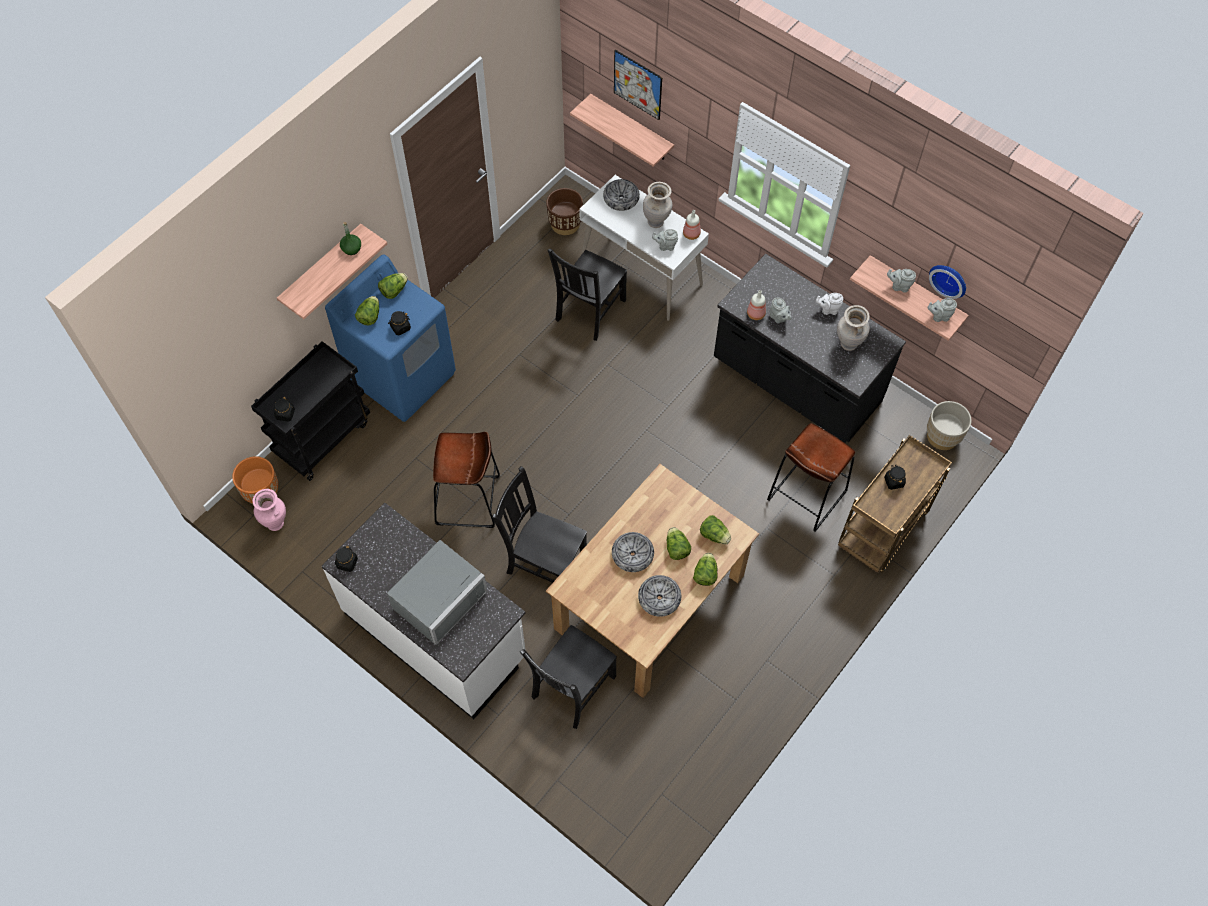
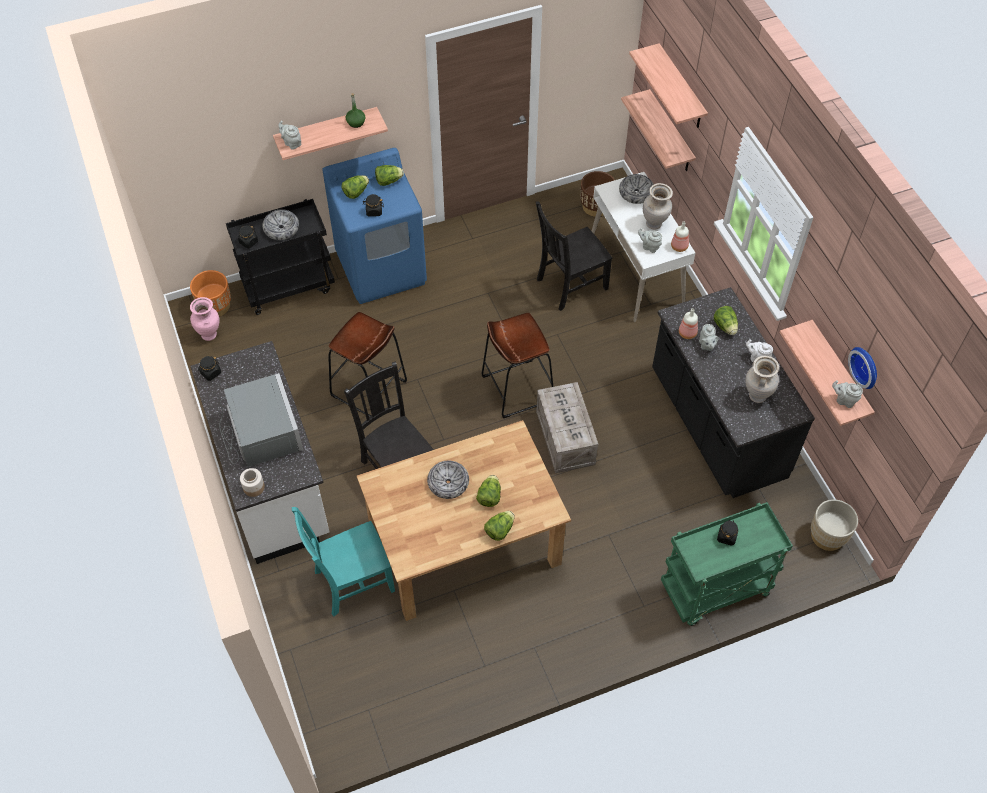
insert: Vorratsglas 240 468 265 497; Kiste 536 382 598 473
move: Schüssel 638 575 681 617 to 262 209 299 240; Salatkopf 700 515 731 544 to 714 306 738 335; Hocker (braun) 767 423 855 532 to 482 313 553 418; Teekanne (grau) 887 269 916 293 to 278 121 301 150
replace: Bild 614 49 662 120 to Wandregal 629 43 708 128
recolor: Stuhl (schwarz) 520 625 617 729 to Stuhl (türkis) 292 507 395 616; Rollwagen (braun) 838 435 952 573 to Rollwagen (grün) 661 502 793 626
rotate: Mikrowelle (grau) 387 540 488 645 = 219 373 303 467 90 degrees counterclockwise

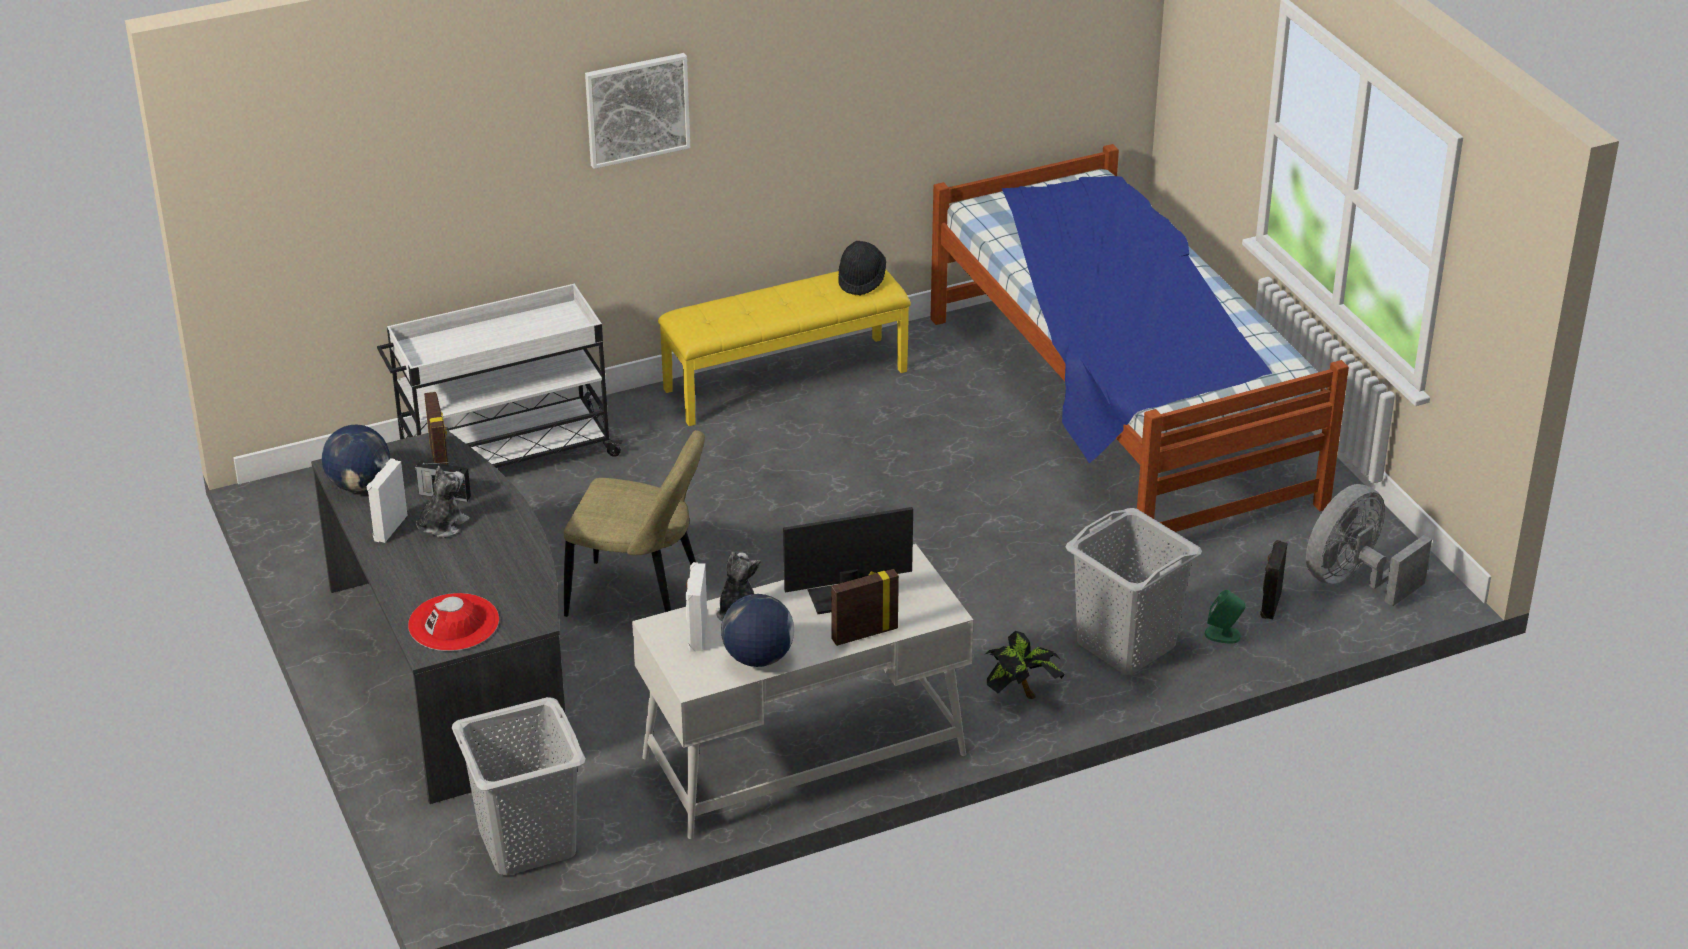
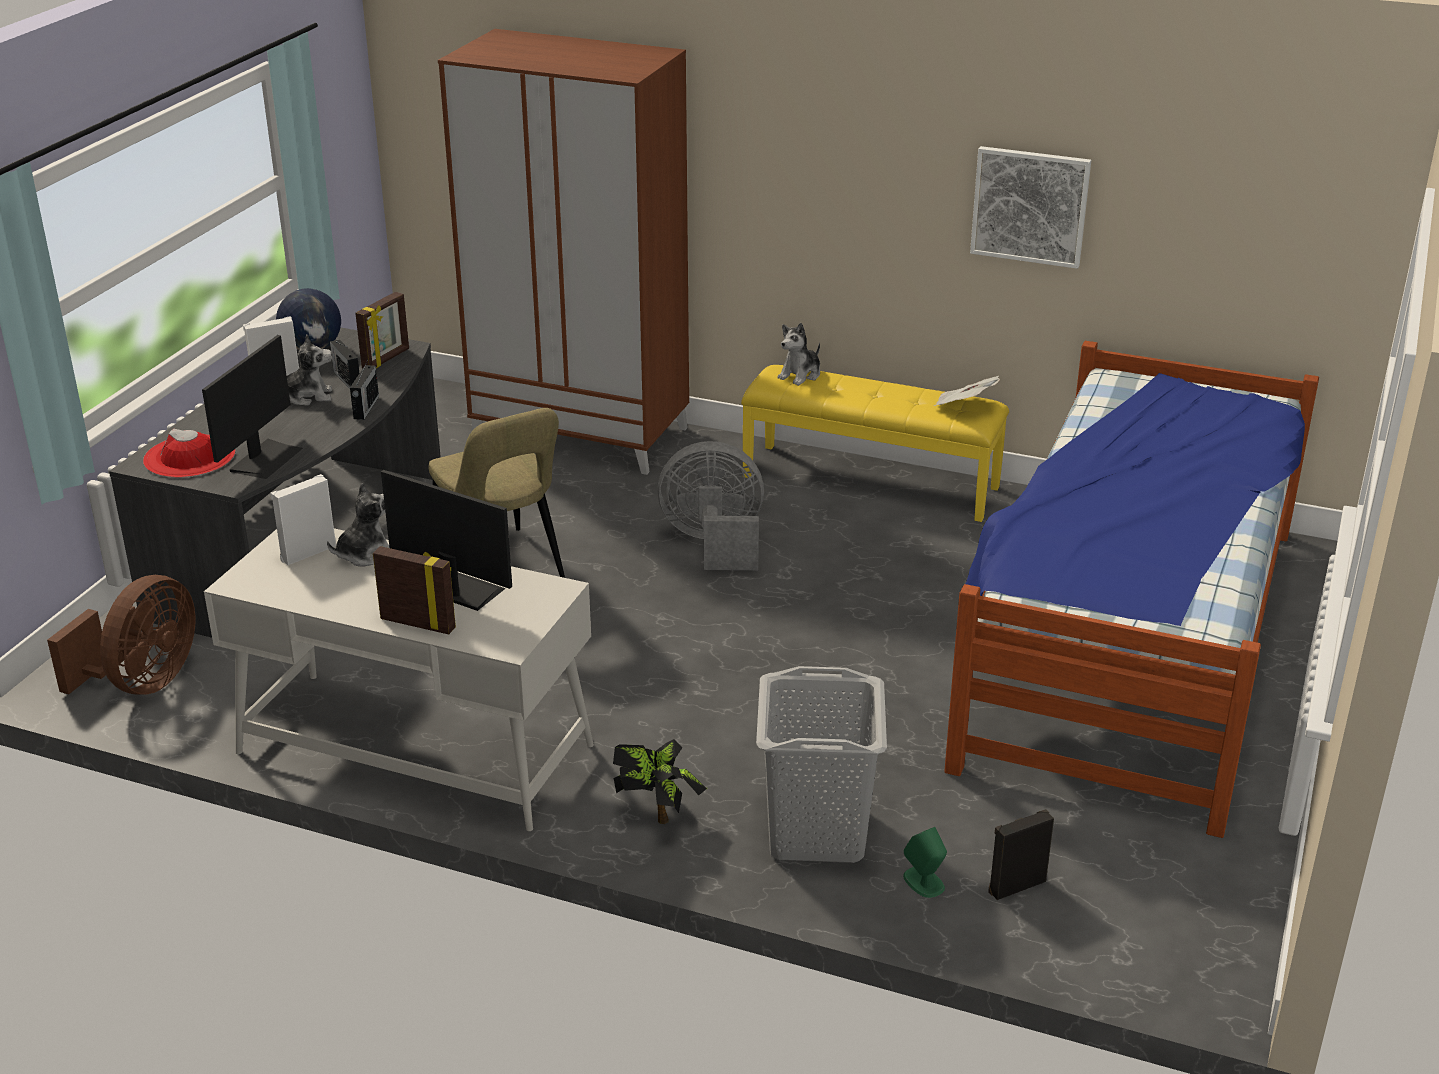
delete: Globus 721 594 794 667
insert: Monitor 202 335 303 479; Radio 350 359 379 420; Plüschtier 777 323 820 386
move: Bild 585 53 690 169 to 970 146 1091 269; Ventilator (grau) 1306 484 1432 606 to 657 441 764 570
replace: Rollwagen (weiß) 377 284 623 468 to Kleiderschrank (braun) 438 29 689 475; Wäschekorb (grau) 452 697 585 876 to Ventilator (braun) 47 575 195 695; Hut (schwarz) 838 241 886 296 to Zeitung 934 376 1000 406

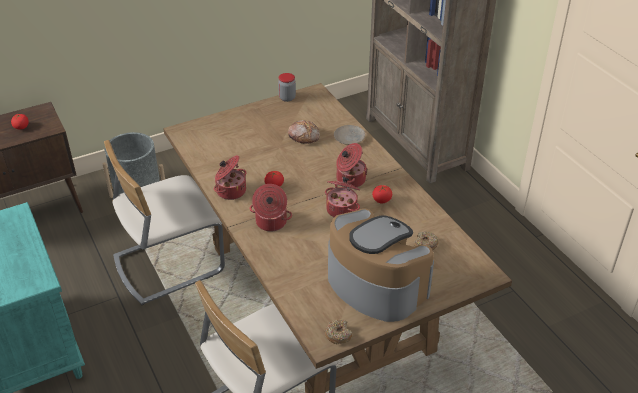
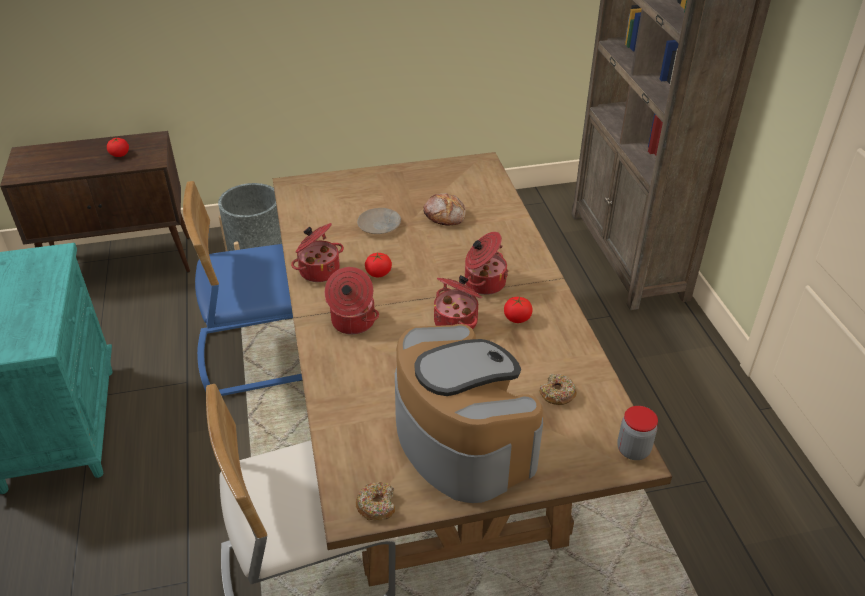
move: Vorratsglas 278 73 296 102 to 617 406 658 460; Teller (beige) 334 125 365 145 to 357 208 401 234
recolor: Stuhl (beige) 104 140 225 305 to Stuhl (blau) 183 181 302 396

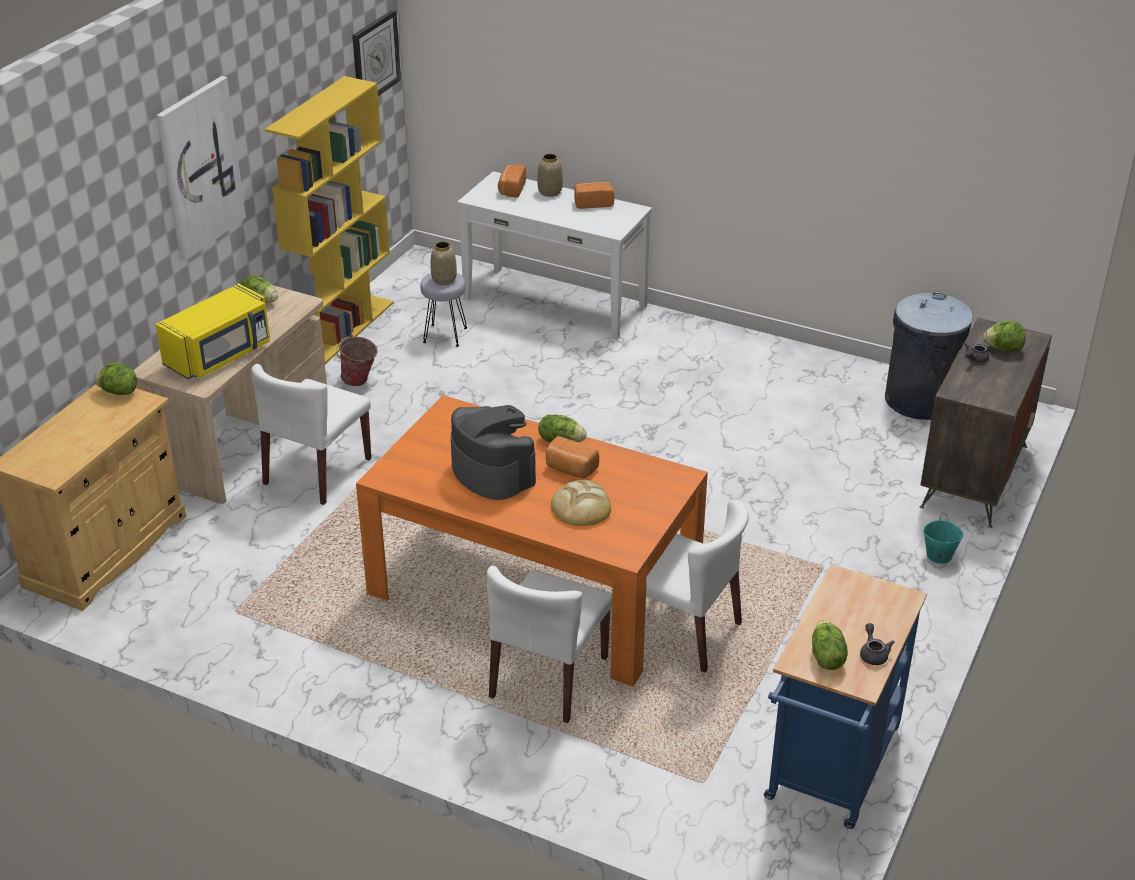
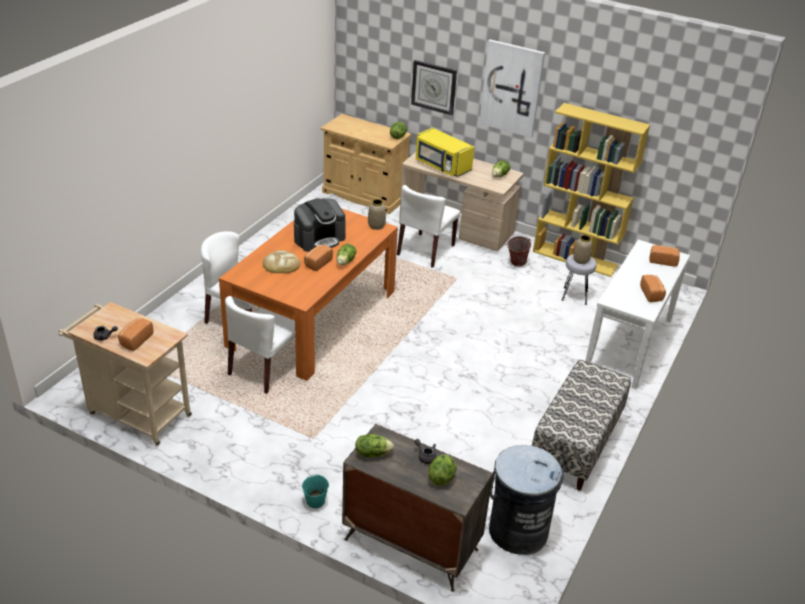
insert: Brot 118 318 153 351; Bank 532 360 631 490
move: Wanduhr 352 10 401 96 to 411 60 457 115; Vase 537 153 563 197 to 368 199 386 230; Salatkopf 812 620 848 670 to 355 434 394 457
recolor: Rollwagen (blau) 764 564 927 829 to Rollwagen (beige) 58 302 192 446
rotate: Stuhl (weiß) 251 364 371 505 = 397 185 460 268 90 degrees counterclockwise

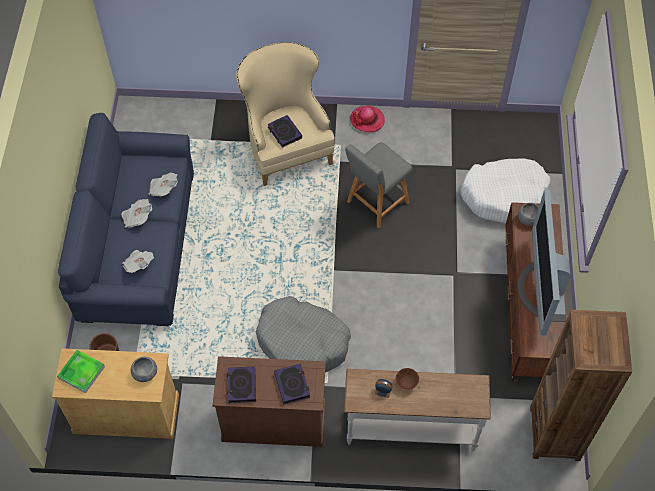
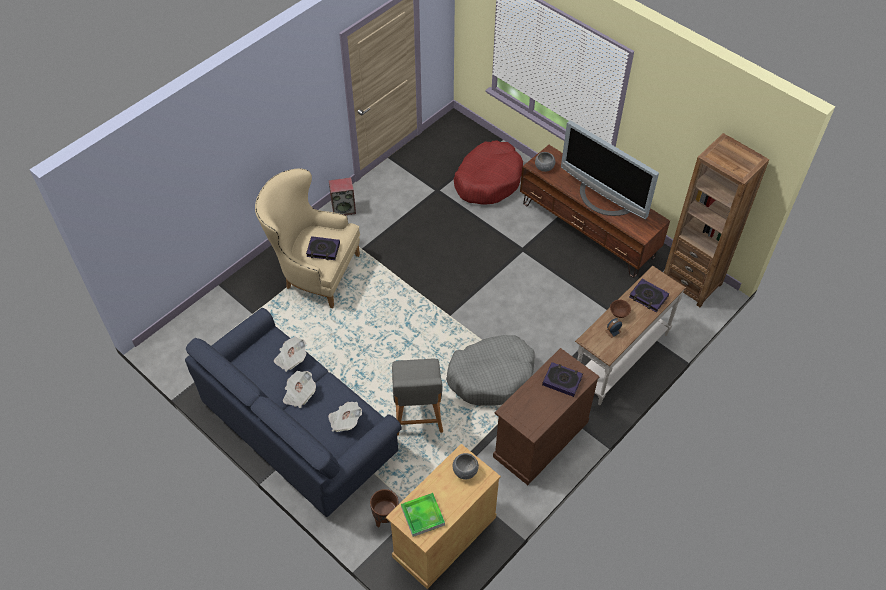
move: Buch 227 366 256 403 to 629 279 669 312; Hocker (grau) 345 142 412 228 to 392 359 443 435
replace: Hut 350 106 385 132 to Lautsprecher 329 177 356 215
recolor: Hundebett (weiß) 460 158 551 223 to Hundebett (rot) 454 140 523 205

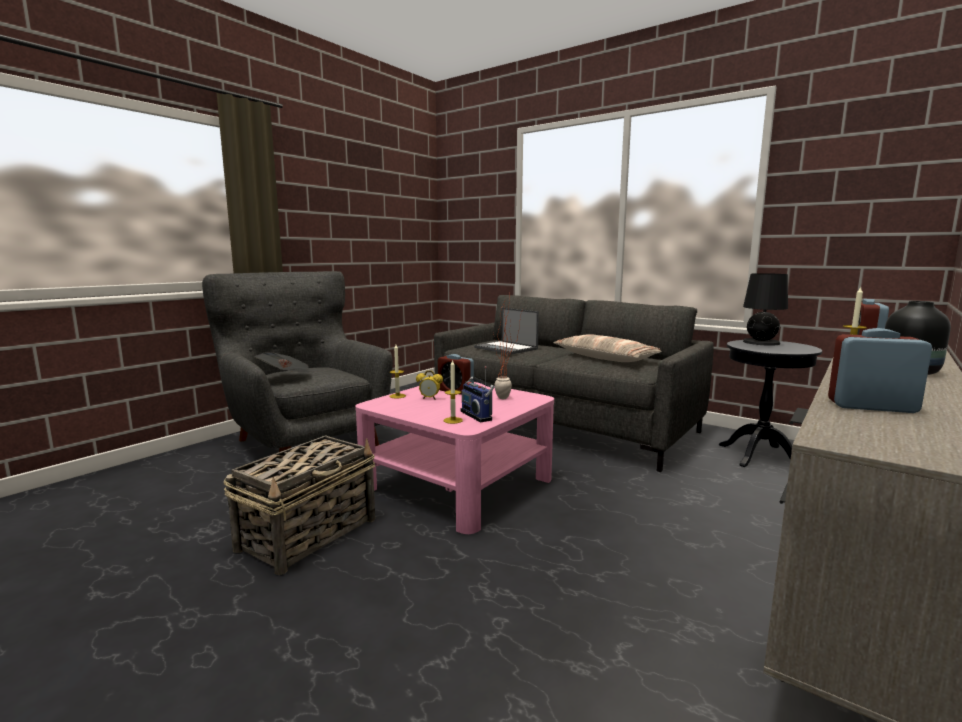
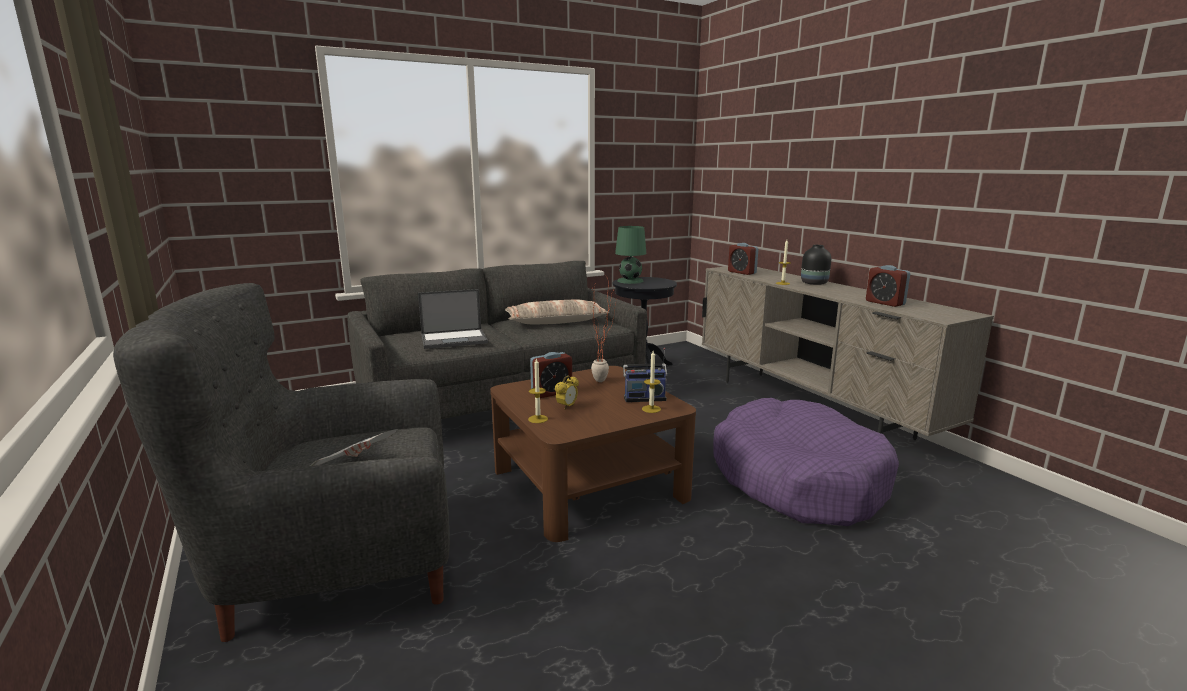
delete: Korb 224 435 375 575
insert: Hundebett (lila) 713 398 899 526
recolor: Couchtisch (rosa) 355 382 554 534 to Couchtisch (braun) 490 366 696 542; Tischlampe (schwarz) 743 273 788 346 to Tischlampe (grün) 615 226 646 284
rotate: Wecker 828 328 932 413 = 866 265 910 307 75 degrees counterclockwise

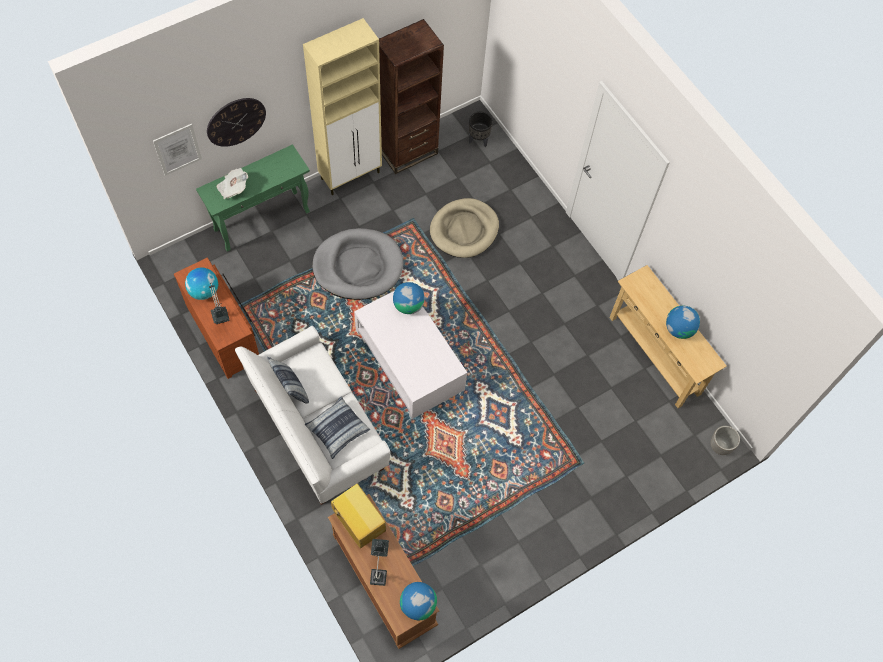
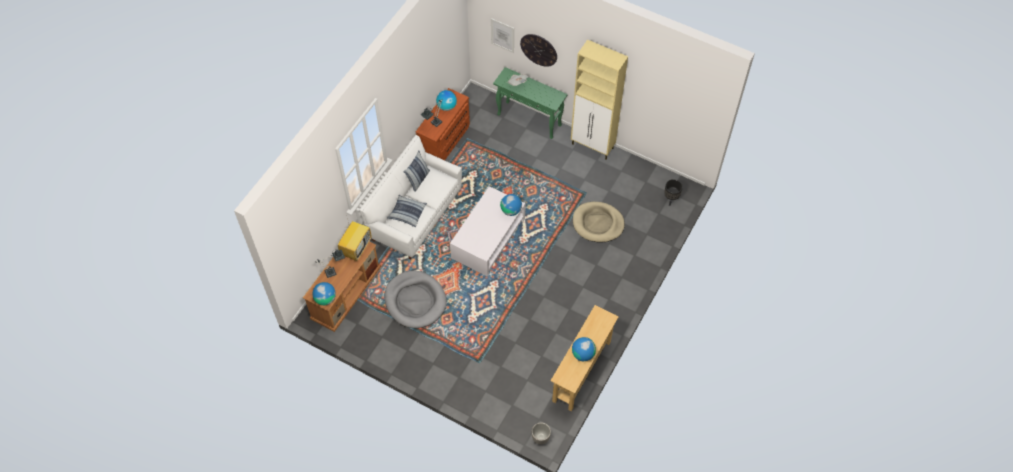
delete: Bücherregal (braun) 379 19 444 174
move: Hundebett (grau) 312 228 404 300 to 384 271 447 328

